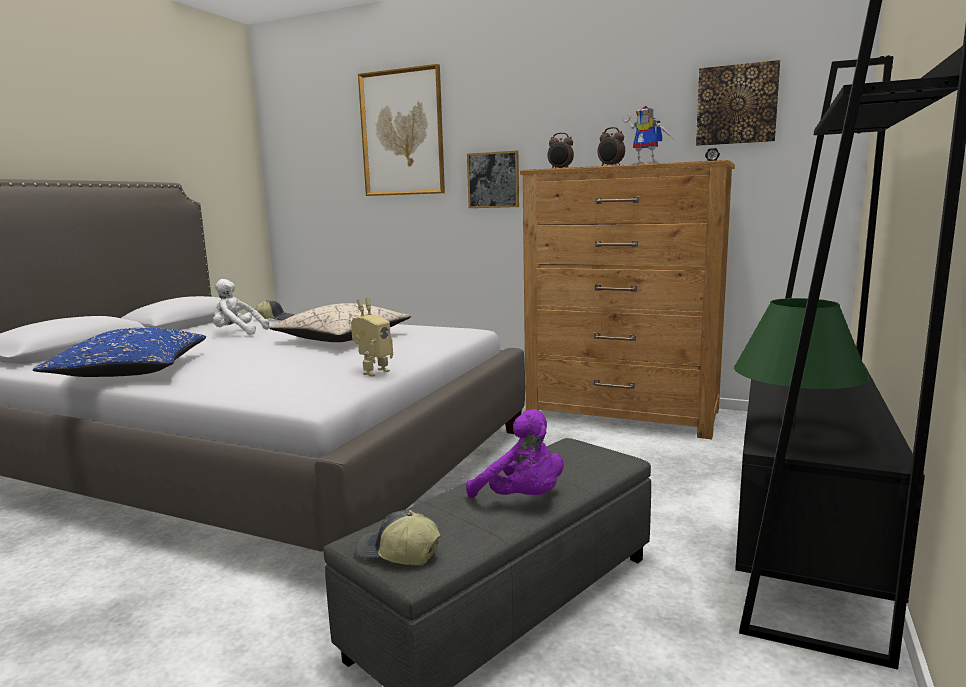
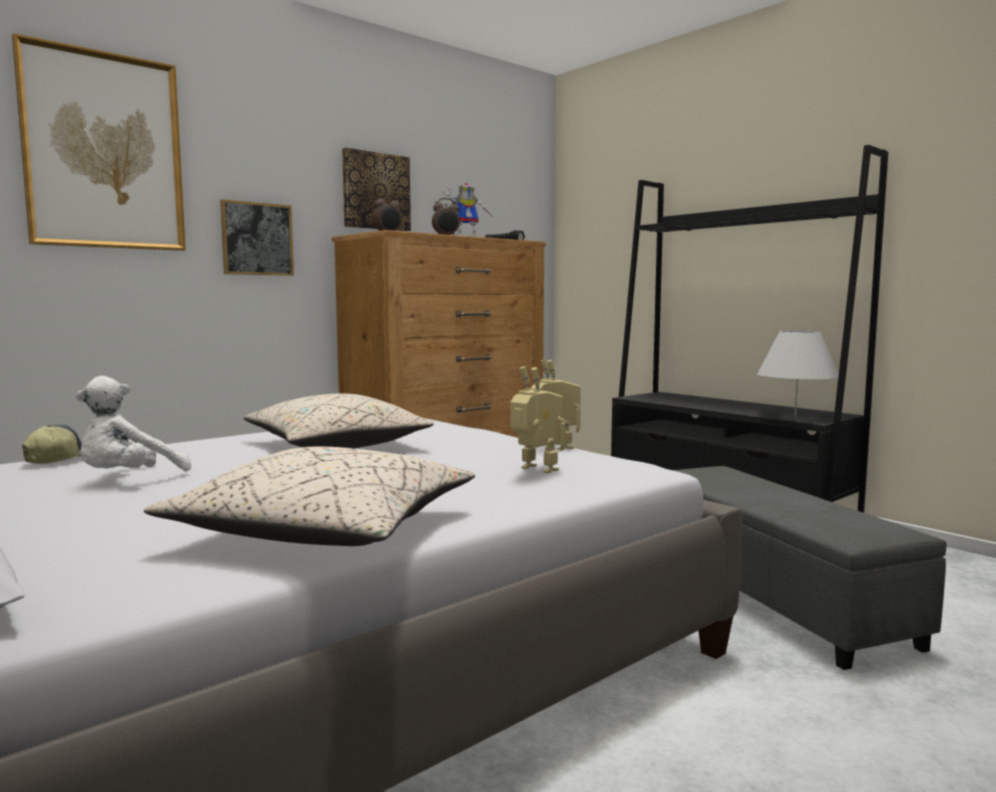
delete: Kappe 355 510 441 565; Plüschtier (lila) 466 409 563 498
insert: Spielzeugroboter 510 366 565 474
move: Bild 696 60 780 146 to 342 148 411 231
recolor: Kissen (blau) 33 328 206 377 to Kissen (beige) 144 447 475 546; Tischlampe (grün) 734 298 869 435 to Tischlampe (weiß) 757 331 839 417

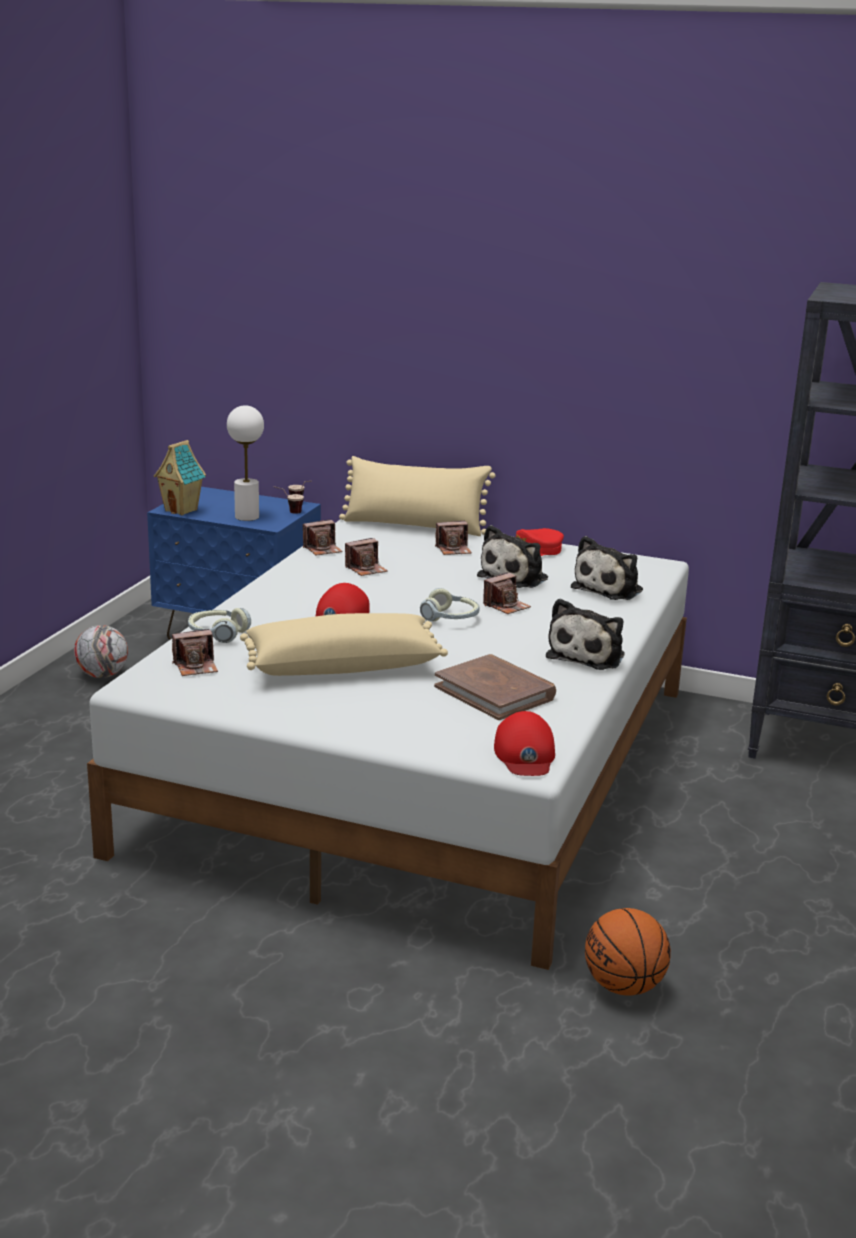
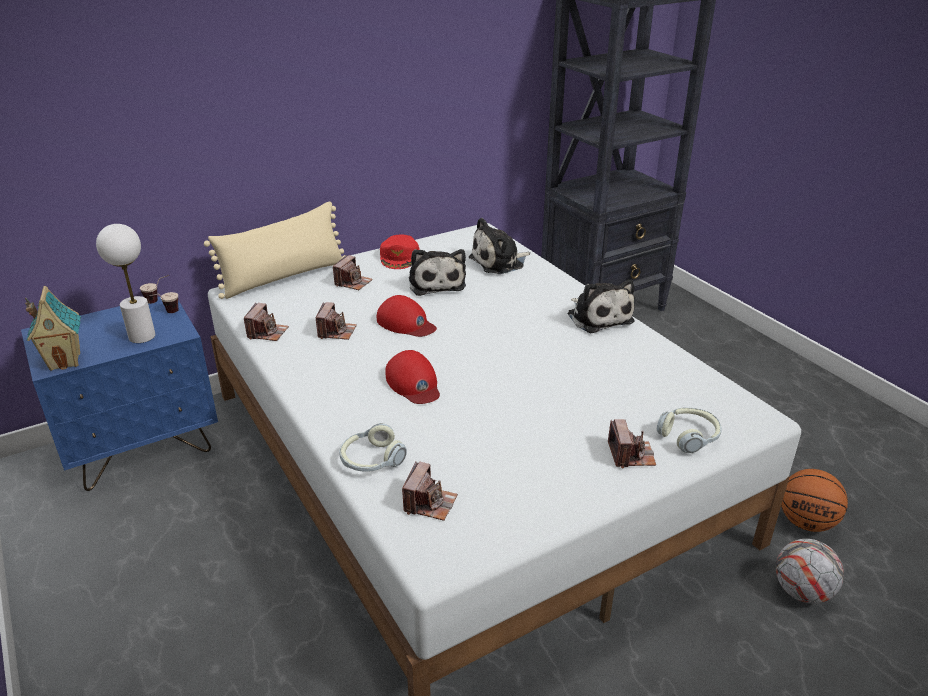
delete: Kissen (beige) 240 613 448 676; Buch (braun) 434 654 556 720
move: Fußball 74 625 128 678 to 776 539 844 604; Kopfhörer 420 588 480 621 to 657 408 722 453; Kamera 483 572 531 614 to 608 419 656 468; Kappe (rot) 494 711 555 776 to 377 295 437 337
rotate: Plüschtier 571 536 643 600 = 469 218 530 274 75 degrees clockwise

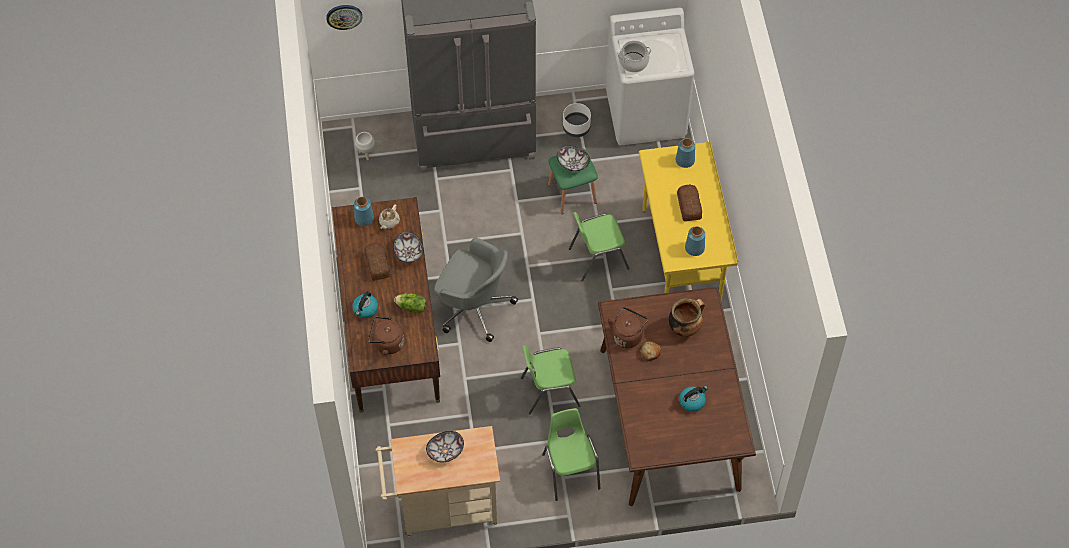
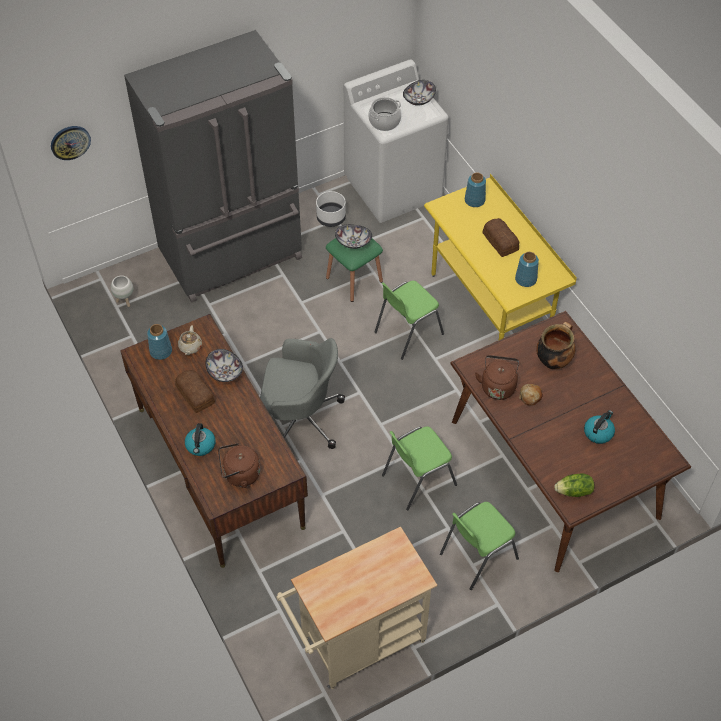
move: Salatkopf 394 293 426 313 to 554 473 595 497; Schüssel 426 431 464 462 to 403 80 436 106
rotate: Stuhl (grün) 542 408 601 501 = 440 502 519 590 90 degrees counterclockwise

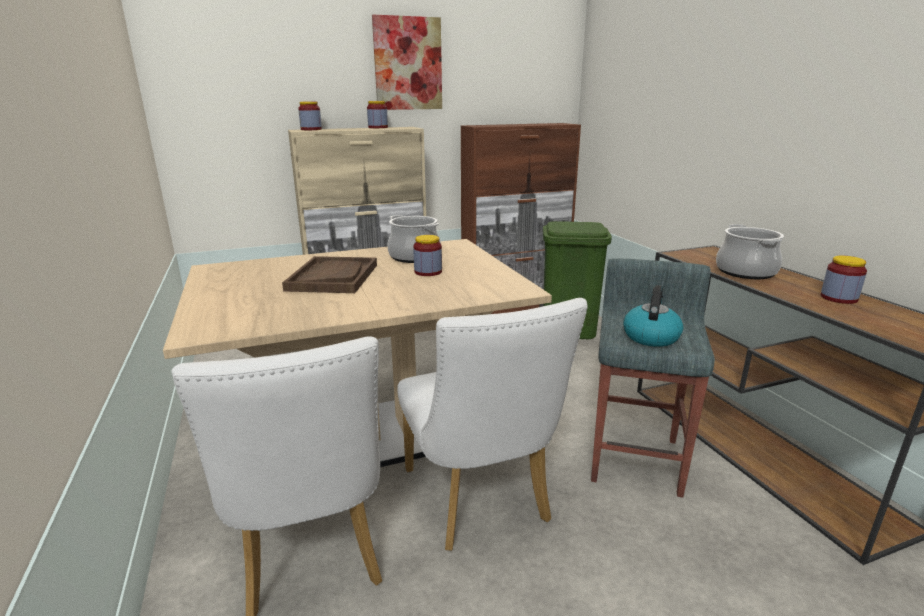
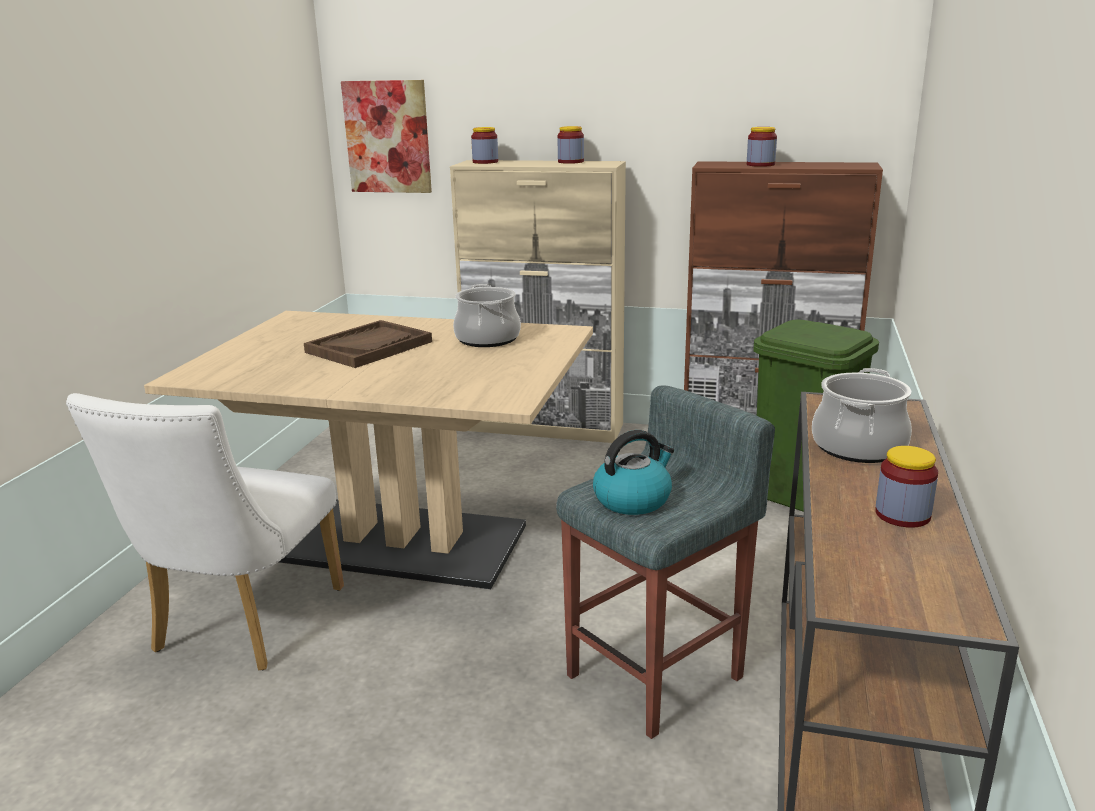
delete: Stuhl (weiß) 397 298 588 551
move: Bild 372 15 442 110 to 341 80 432 193; Vorratsglas 413 235 442 276 to 747 127 777 167

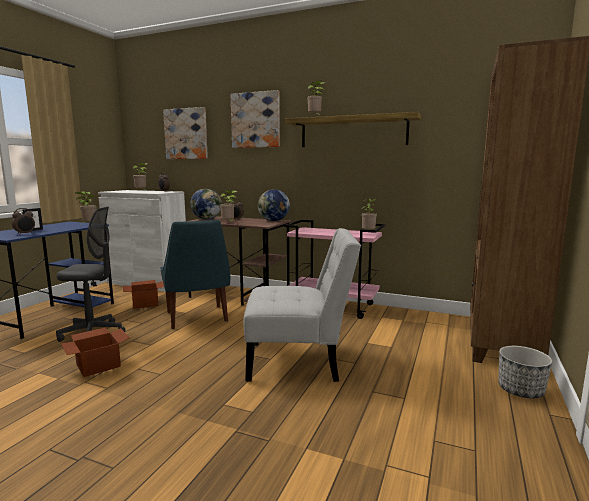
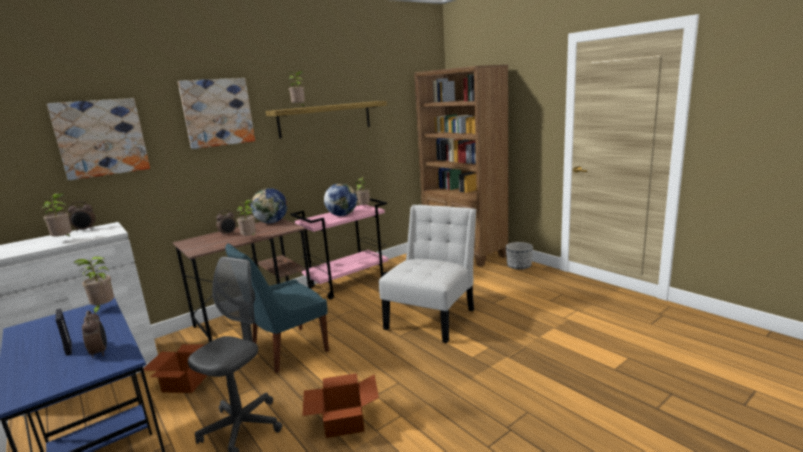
move: Globus 190 189 222 219 to 324 183 357 216
rotate: Stuhl (blau) 160 220 230 329 = 225 243 329 373 135 degrees clockwise

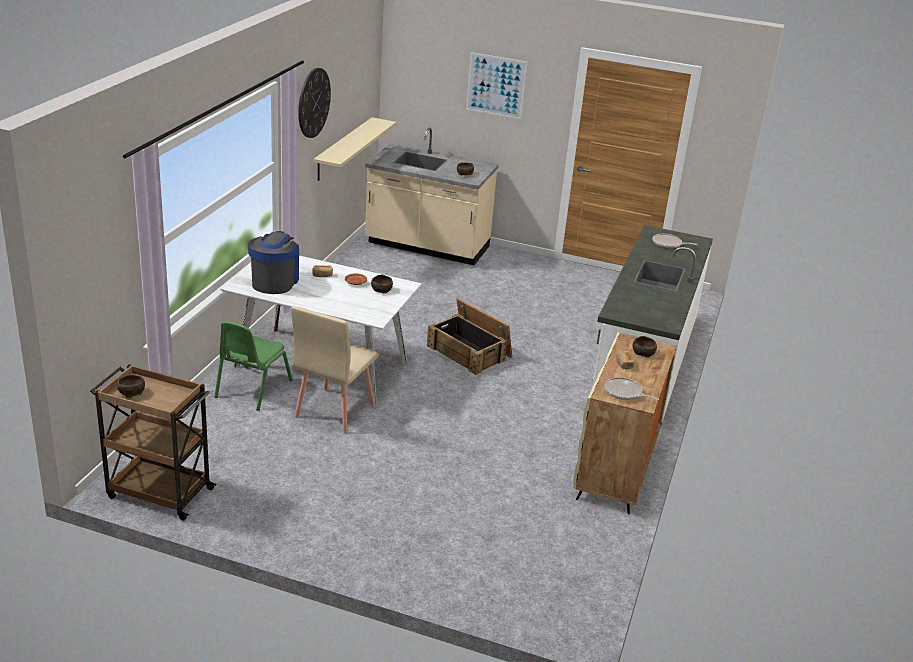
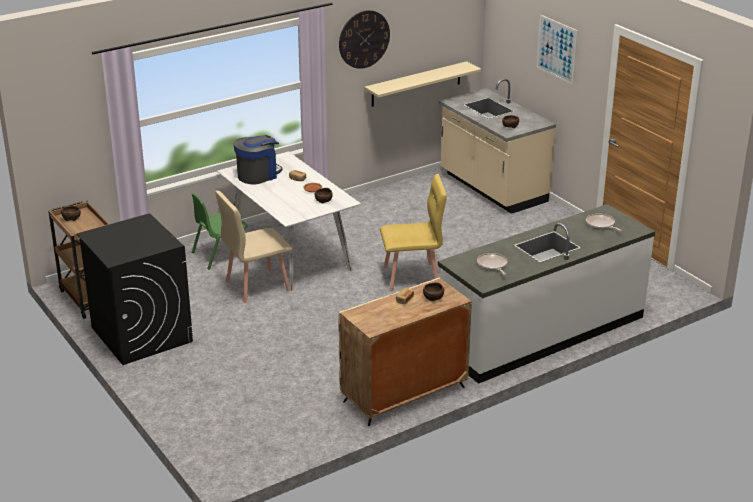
insert: Waschmaschine (schwarz) 77 213 193 365
move: Pfanne 605 377 659 400 to 477 253 508 275
replace: Kiste 427 298 512 375 to Stuhl (gelb) 380 174 447 291

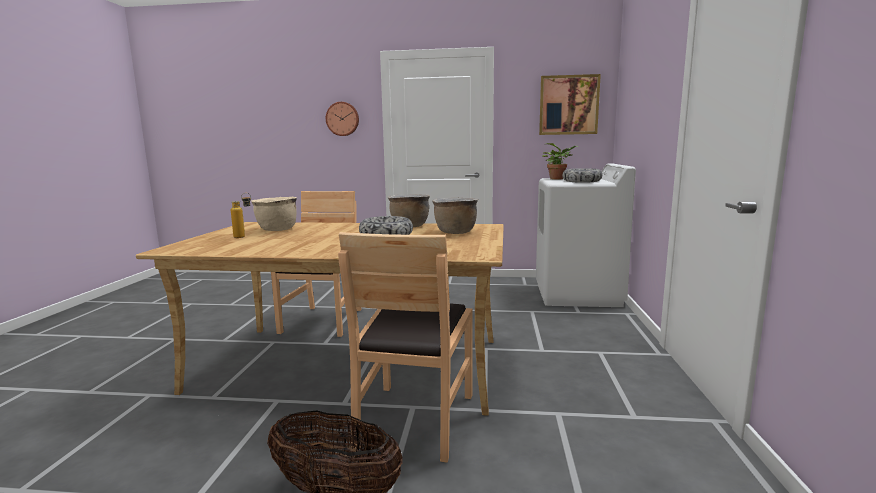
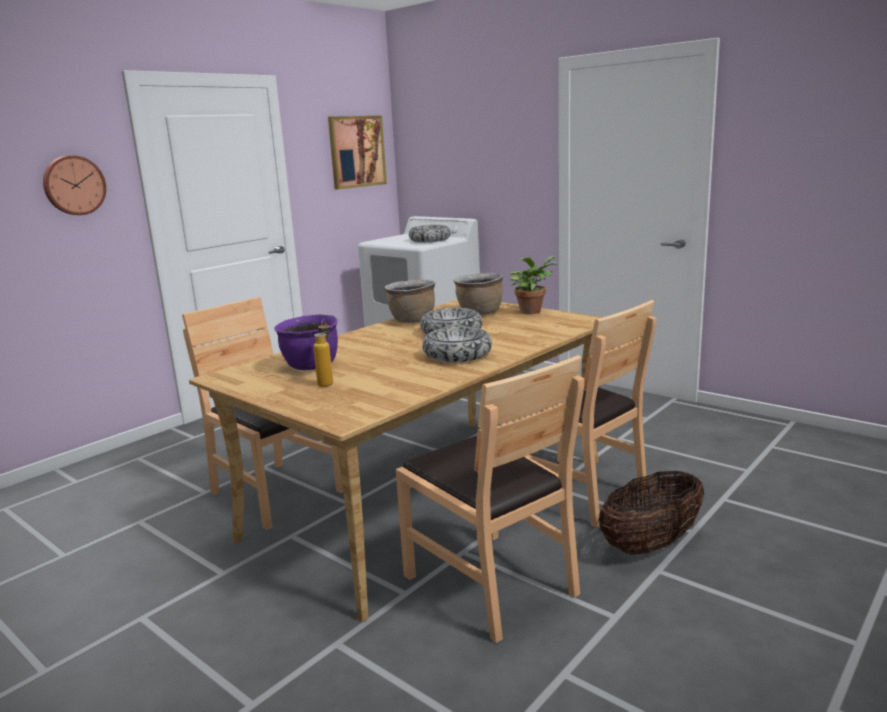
insert: Stuhl (braun) 396 355 584 643; Schüssel 422 326 492 362
move: Topfpflanze 542 143 578 180 to 510 256 558 314
recolor: Kochtopf (beige) 251 197 297 231 to Kochtopf (lila) 274 314 338 370

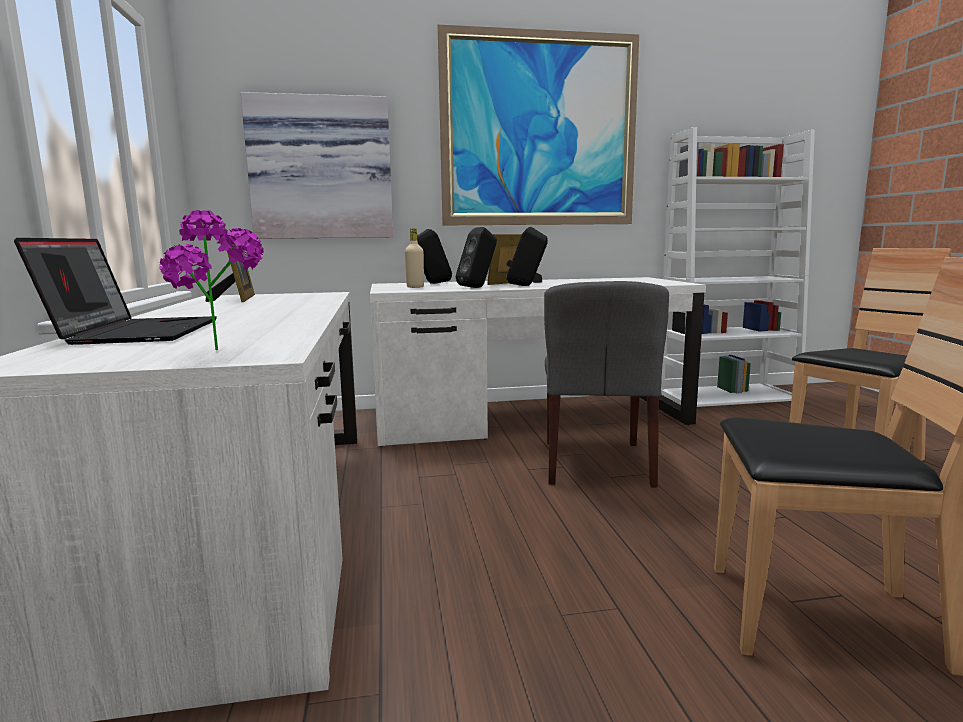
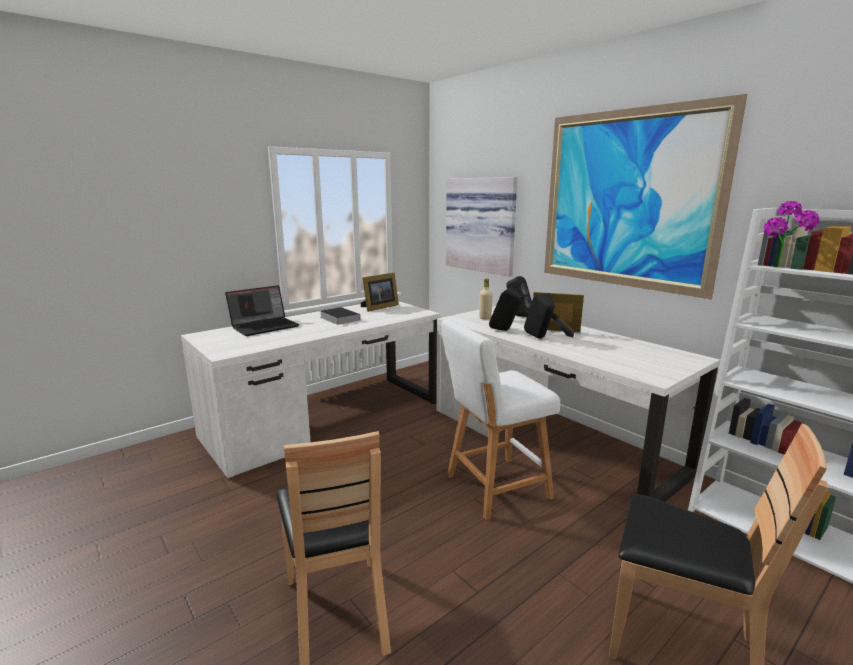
insert: Buch 320 307 360 325
move: Topfpflanze 160 210 264 350 to 763 201 820 267
replace: Stuhl (grau) 544 281 669 488 to Hocker (weiß) 441 319 560 520

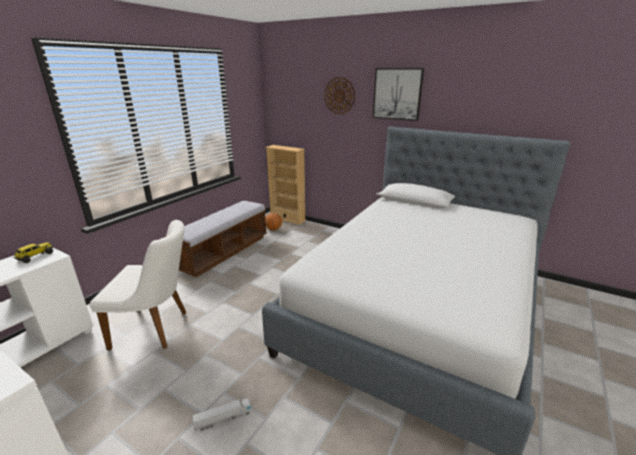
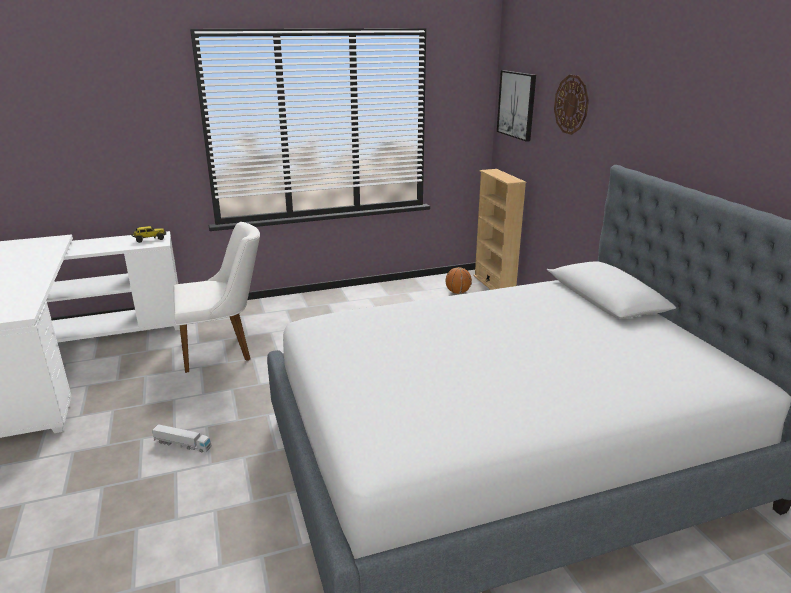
delete: Bank 165 201 267 277
move: Bild 373 68 424 121 to 497 70 536 142
rotate: Stuhl (weiß) 89 220 186 350 = 174 222 260 373 60 degrees counterclockwise

